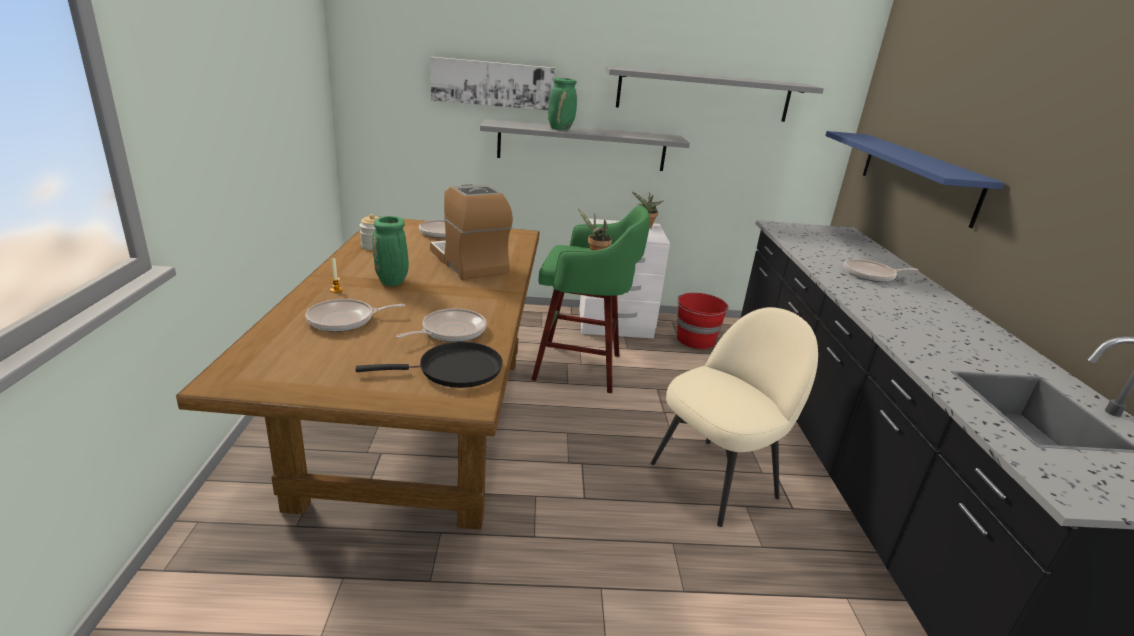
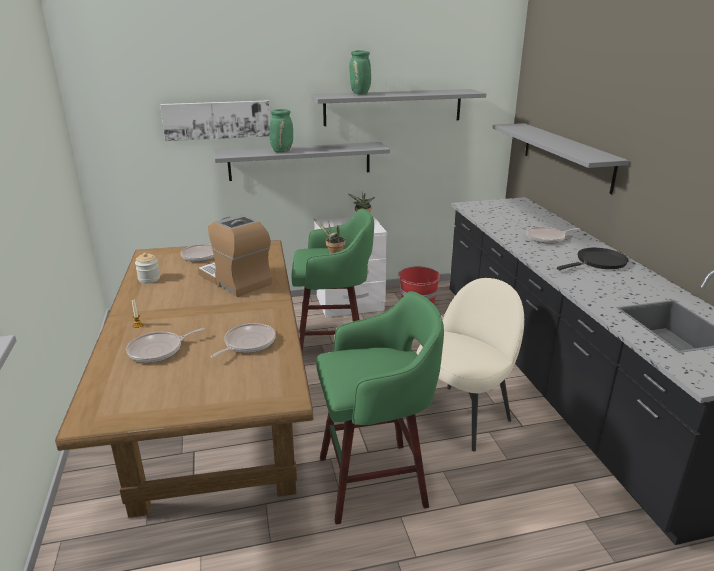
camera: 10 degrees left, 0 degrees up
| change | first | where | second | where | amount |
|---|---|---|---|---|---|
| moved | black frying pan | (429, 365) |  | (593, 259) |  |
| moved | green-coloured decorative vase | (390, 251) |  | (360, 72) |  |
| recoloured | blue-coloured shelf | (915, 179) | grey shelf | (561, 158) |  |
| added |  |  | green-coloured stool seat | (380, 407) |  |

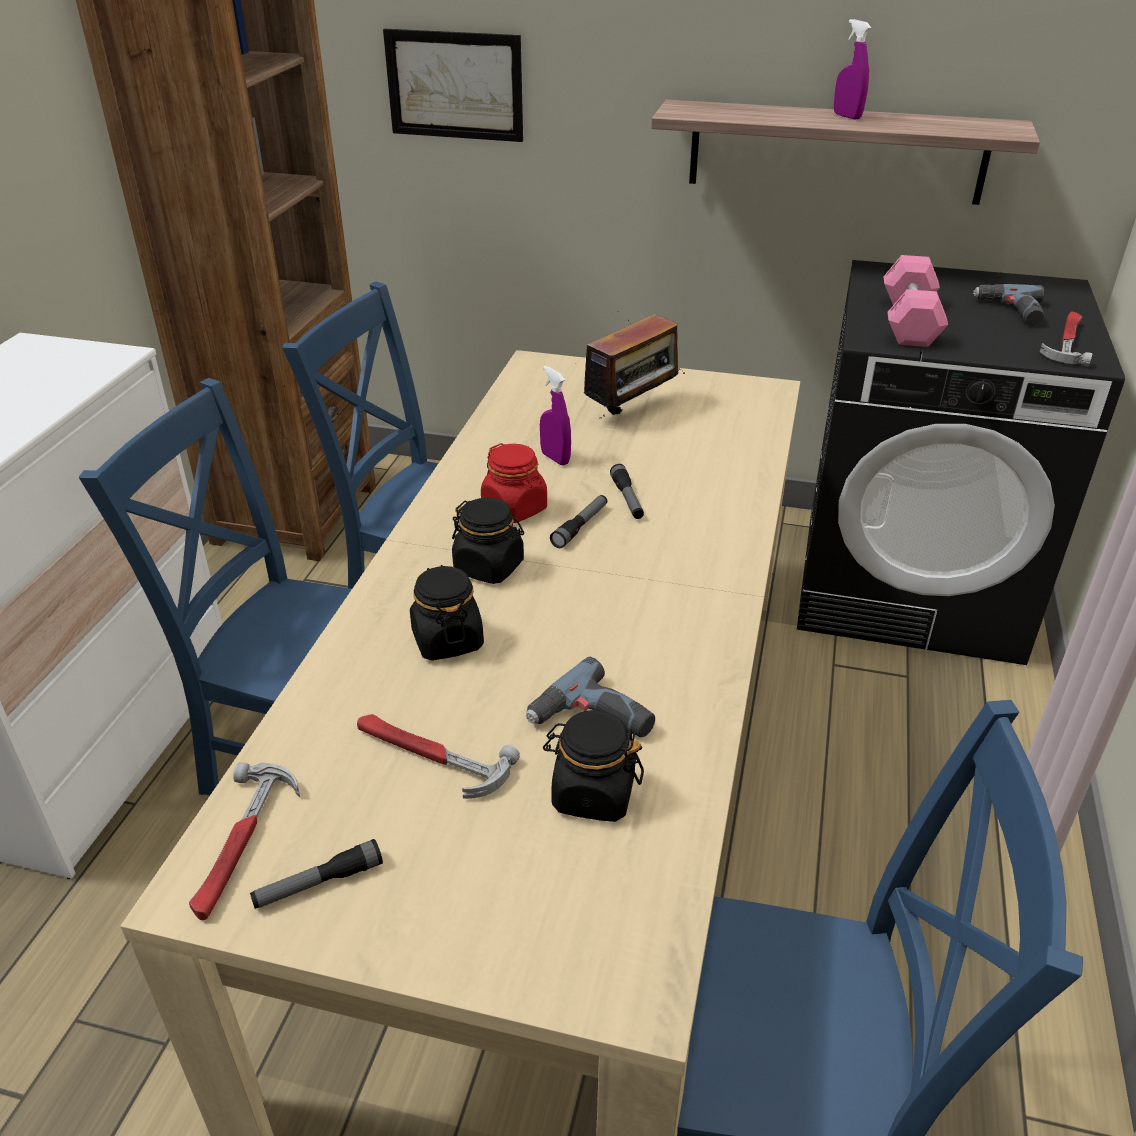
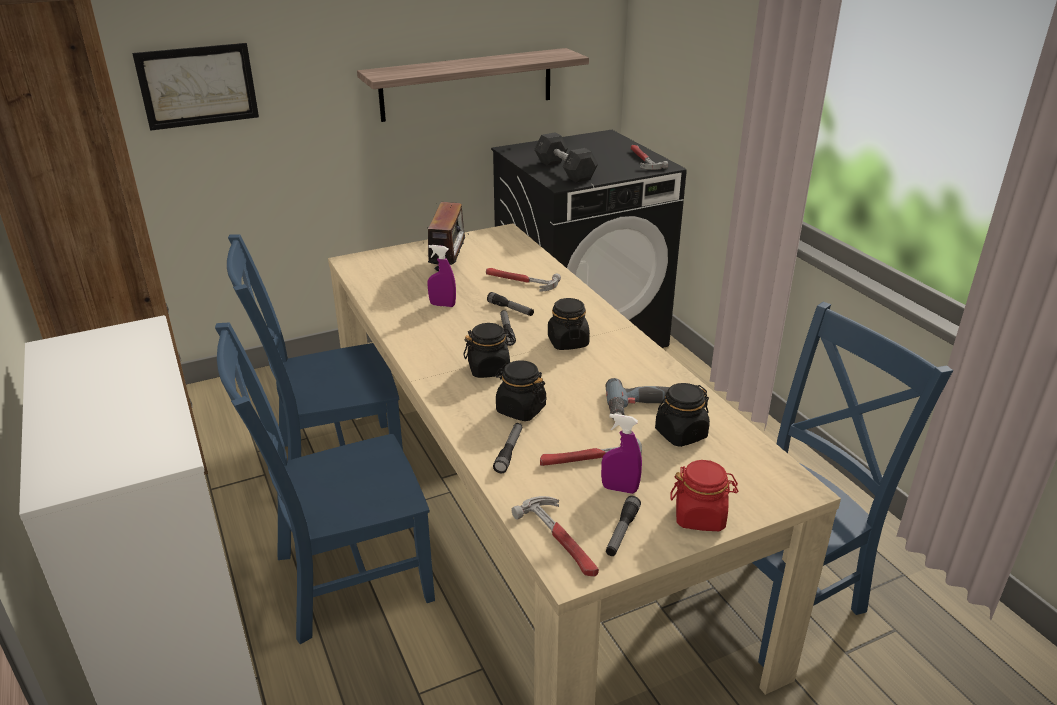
camera: 40 degrees left, 5 degrees down
| change | first | where | second | where | amount |
|---|---|---|---|---|---|
| moved | red storage jar | (514, 483) |  | (704, 495) |  |
| moved | purple hand sprayer | (852, 69) |  | (621, 454) |  |
| recoloured | pink-coloured hand weight | (915, 301) | grey hand weight | (566, 157) |  |
| removed | drill | (1008, 305) |  |  |  |
| added |  |  | hand hammer | (523, 280) |  |
| added |  |  | flashlight | (507, 448) |  |
| added |  |  | black storage jar | (569, 324) |  |

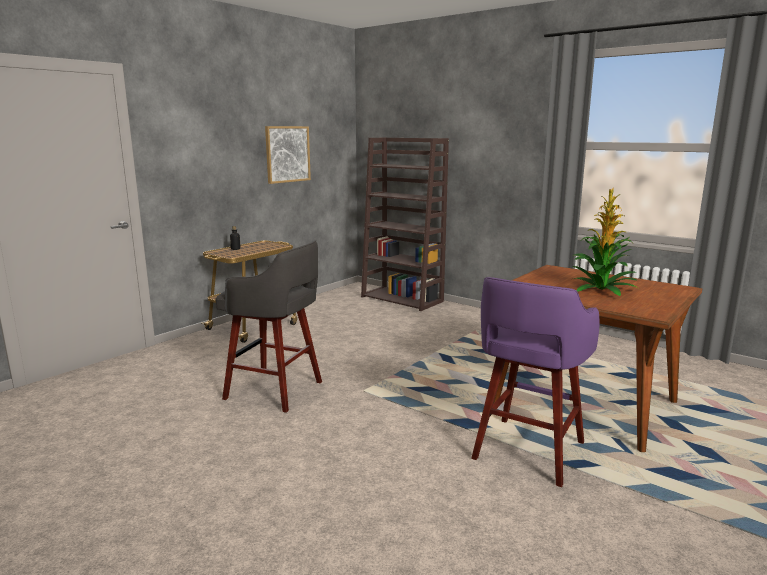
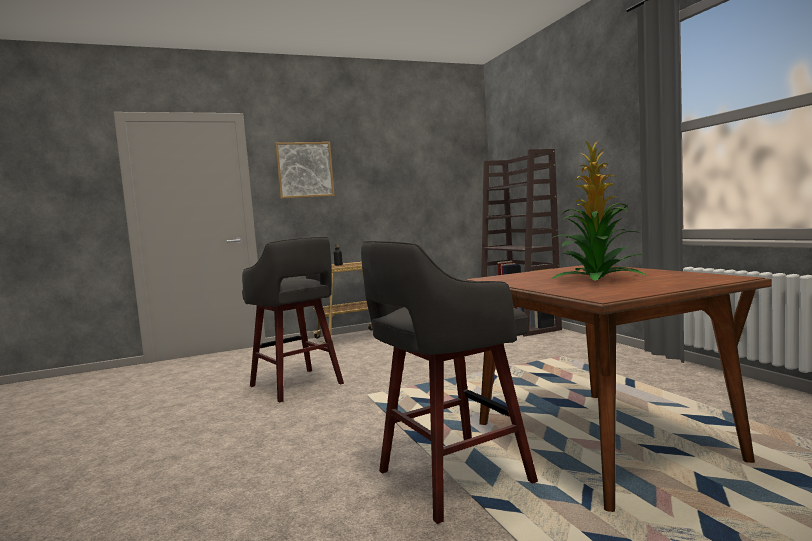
camera: 30 degrees right, 10 degrees down
| change | first | where | second | where | amount |
|---|---|---|---|---|---|
| moved | wall picture | (288, 155) |  | (305, 170) |  |
| recoloured | purple stool seat | (535, 382) | grey stool seat | (449, 382) |  |

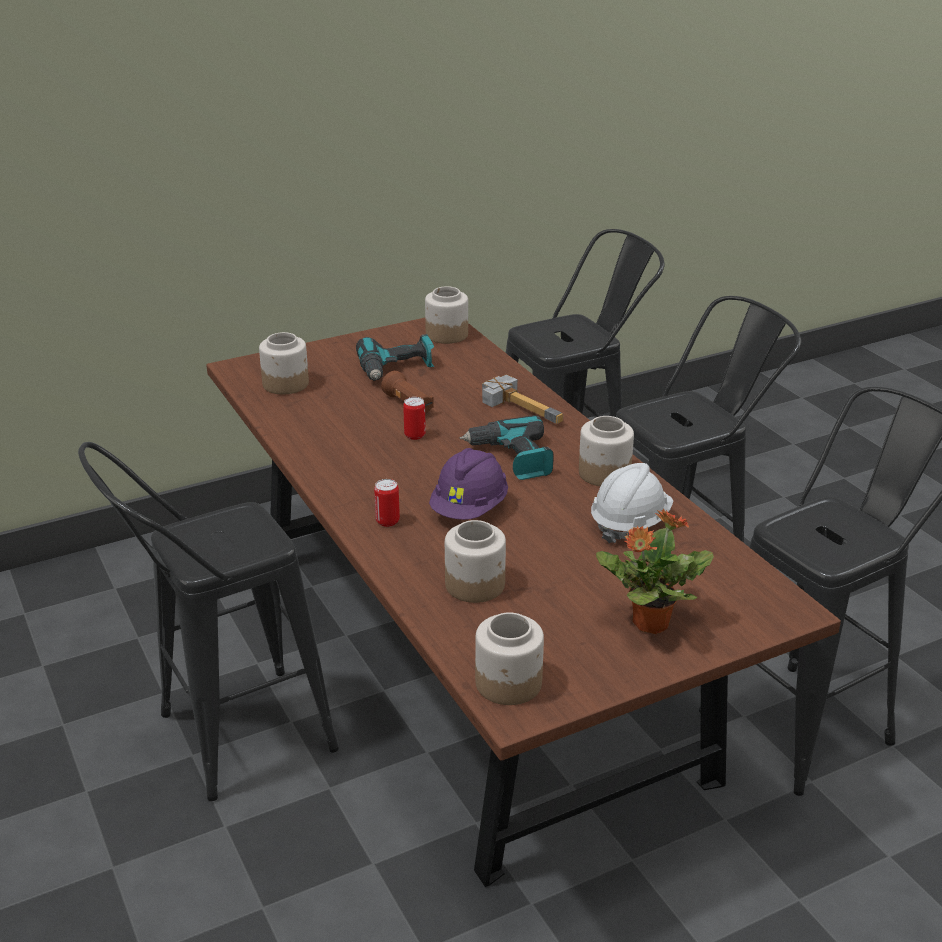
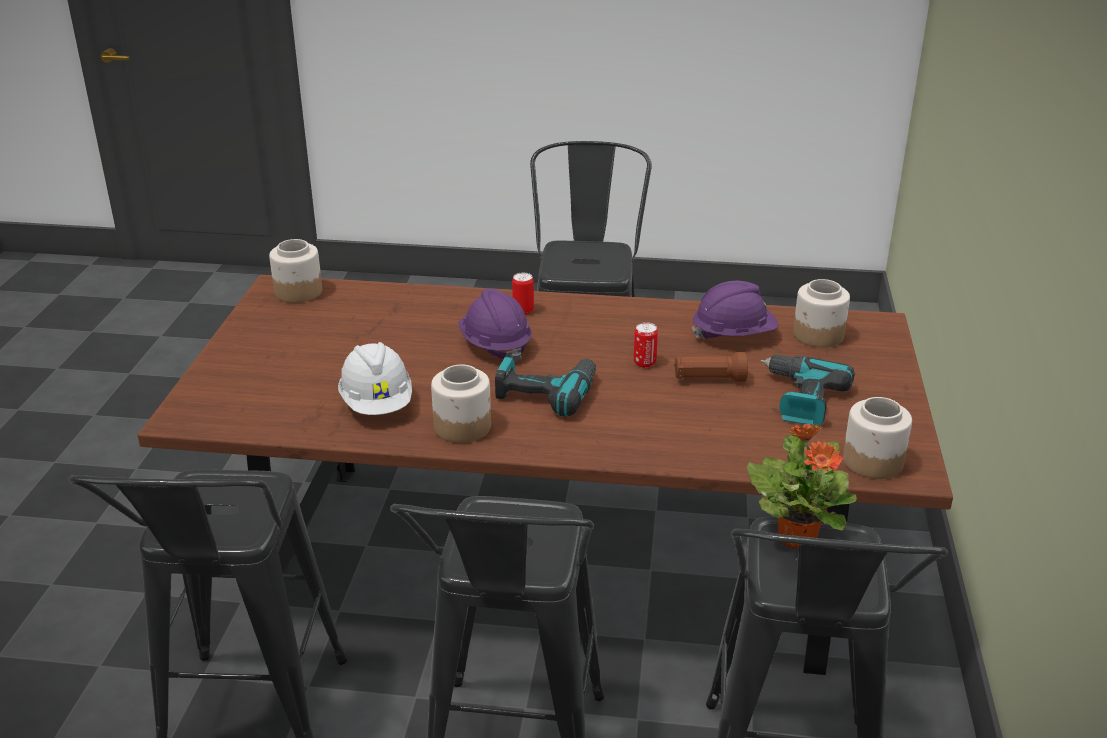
camera: 125 degrees right, 0 degrees up
| change | first | where | second | where | amount |
|---|---|---|---|---|---|
| removed | storage jar | (475, 561) |  |  |  |
| removed | hand hammer | (522, 399) |  |  |  |
| moved | houseplant | (655, 571) |  | (802, 486) |  |
| added |  |  | purple hard hat | (735, 310) |  |

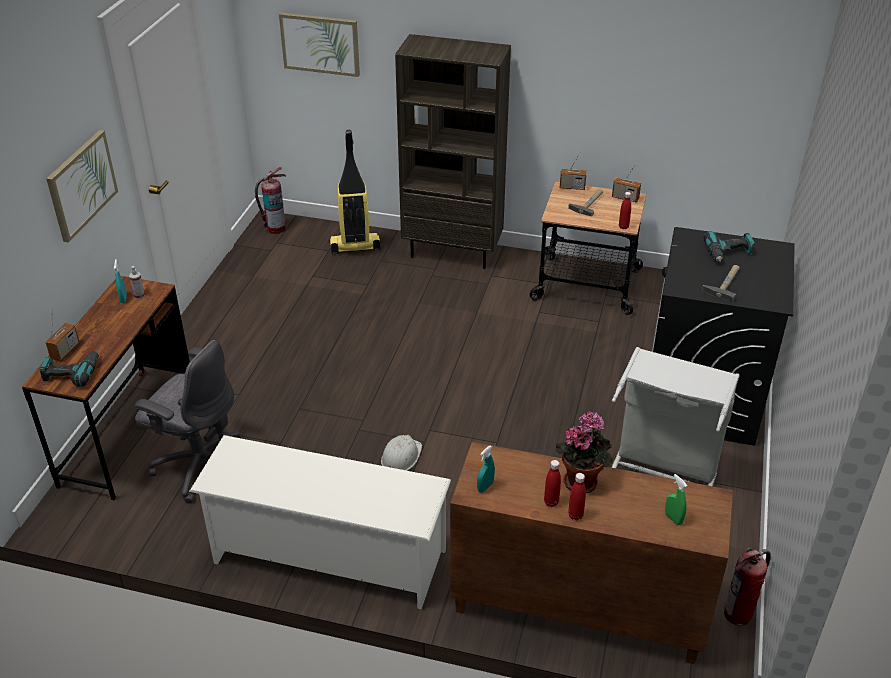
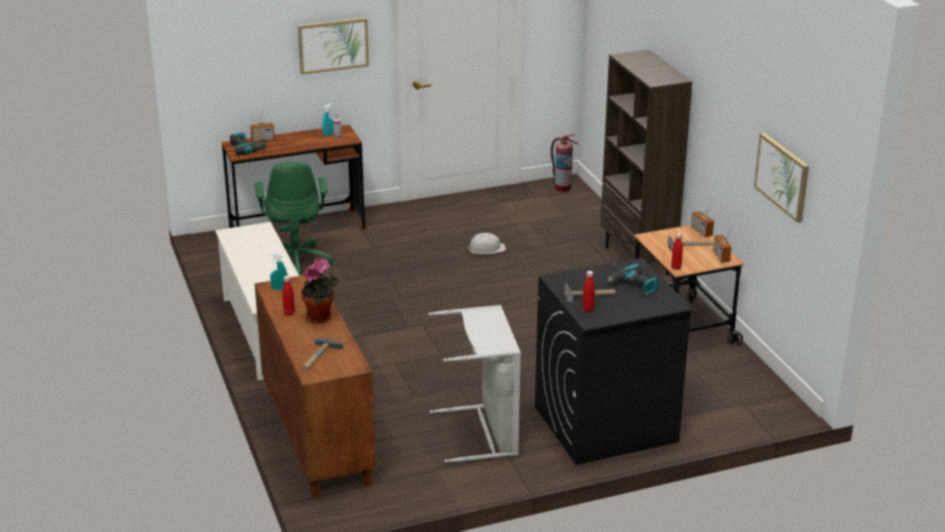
camera: 55 degrees right, 10 degrees down
| change | first | where | second | where | amount |
|---|---|---|---|---|---|
| recoloured | grey computer chair | (188, 421) | green-coloured computer chair | (294, 219) |  |
| moved | wall picture | (319, 45) |  | (781, 178) |  |
| removed | hoover | (355, 192) |  |  |  |
| moved | white-coloured hard hat | (401, 453) |  | (486, 244) |  |
| moved | red drink bottle | (577, 496) |  | (588, 291) |  |
| replaced | green-coloured hand sprayer | (676, 499) | hand hammer | (322, 353) |  |
| removed | extinguisher | (747, 587) |  |  |  |

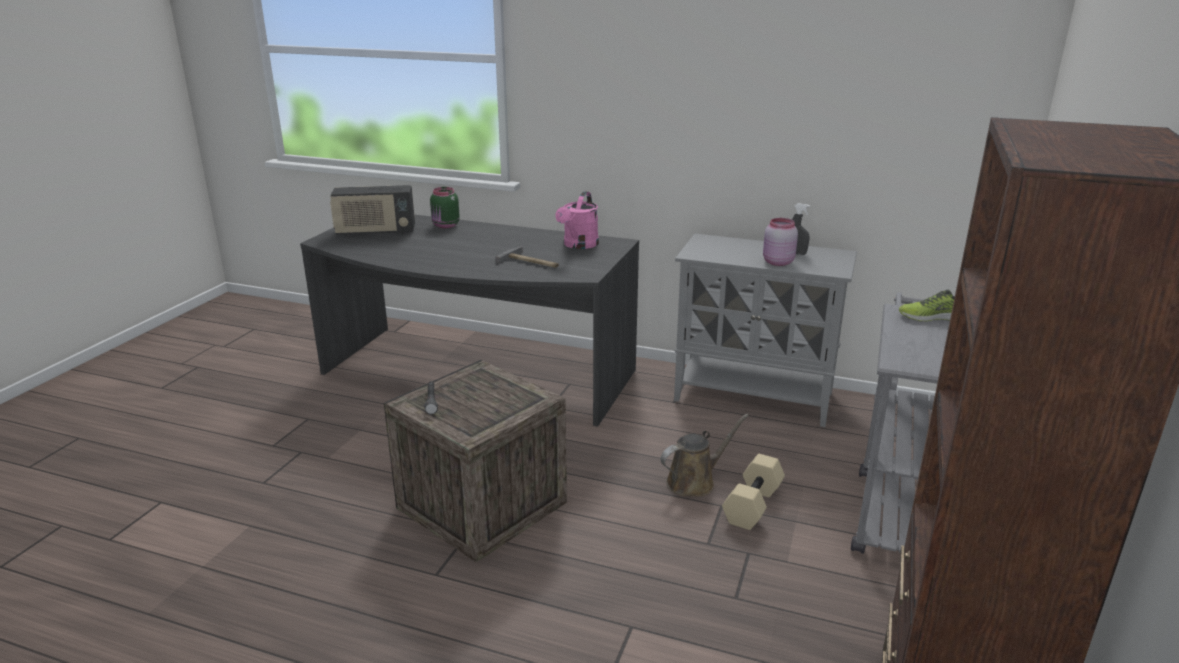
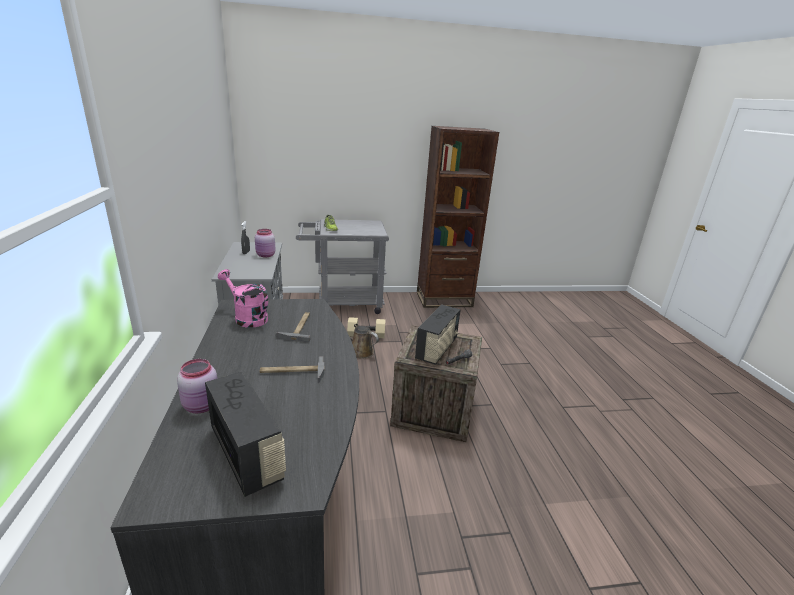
camera: 120 degrees left, 0 degrees up
| change | first | where | second | where | amount |
|---|---|---|---|---|---|
| recoloured | green-coloured storage jar | (445, 207) | pink-coloured storage jar | (197, 386) |  |
| turned | pink-coloured watering pot | (577, 220) |  | (243, 298) | 135 degrees counterclockwise |
| added |  |  | hand hammer | (292, 369) |  |
| added |  |  | radio receiver | (438, 334) |  |

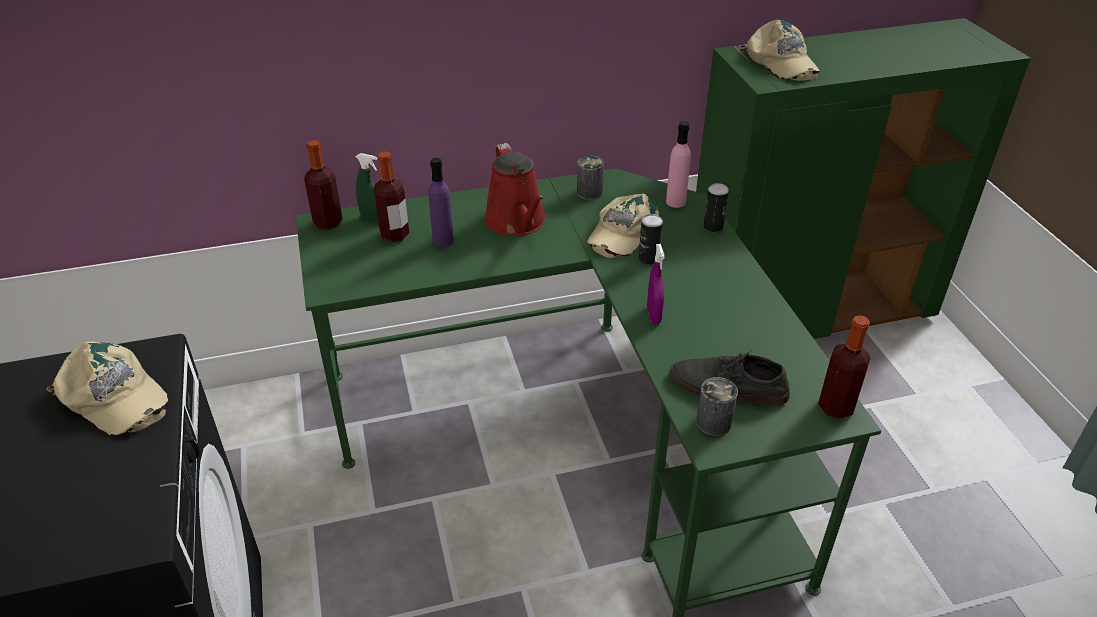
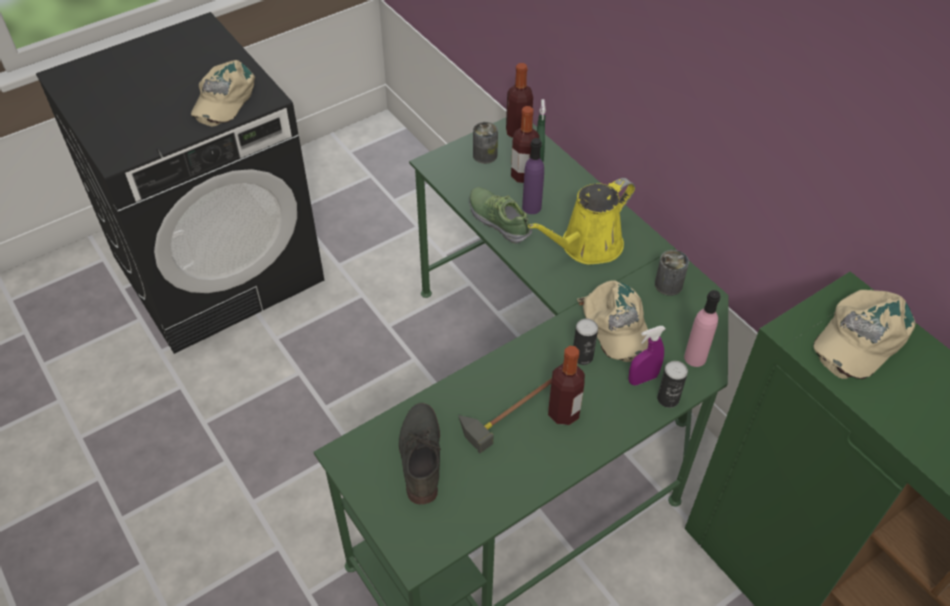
camera: 70 degrees right, 10 degrees up
| change | first | where | second | where | amount |
|---|---|---|---|---|---|
| recoloured | red watering pot | (515, 189) | yellowish watering pot | (581, 221) |  |
| turned | sand-coloured cap | (623, 226) |  | (613, 321) | 120 degrees counterclockwise |
| moved | purple hand sprayer | (656, 284) |  | (646, 355) |  |
| moved | can | (717, 406) |  | (485, 143) |  |
| moved | drink bottle | (844, 367) |  | (566, 385) |  |
| added |  |  | hand hammer | (505, 416) |  |
| added |  |  | shoe | (500, 215) |  |

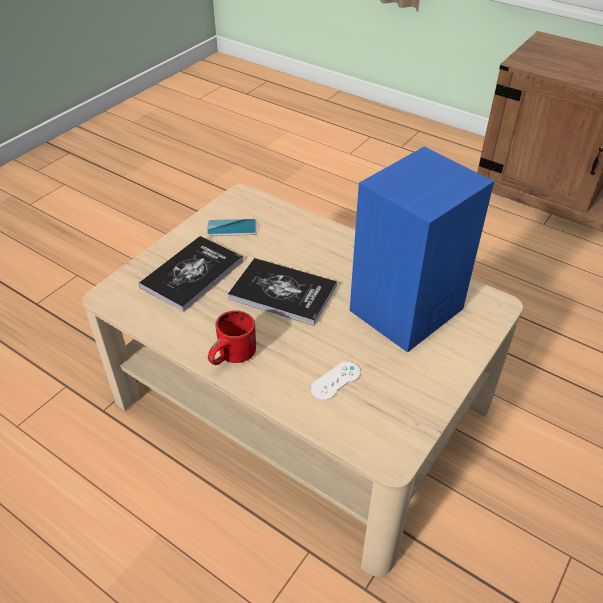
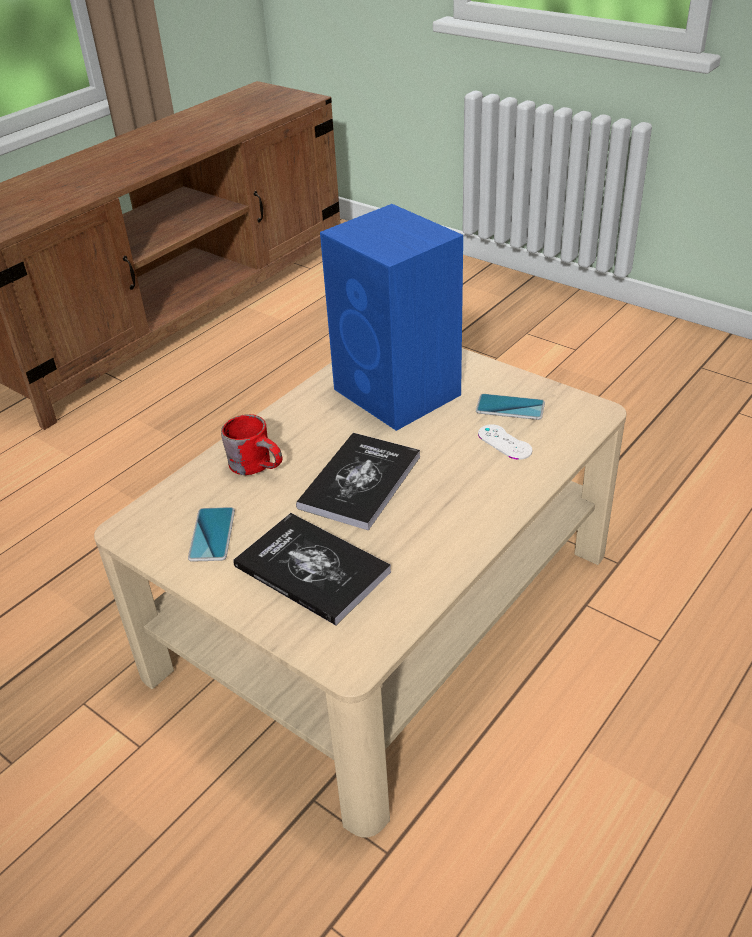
camera: 85 degrees left, 5 degrees down
| change | first | where | second | where | amount |
|---|---|---|---|---|---|
| moved | red mug | (232, 337) |  | (251, 444) |  |
| added |  |  | telephone | (510, 407) |  |

